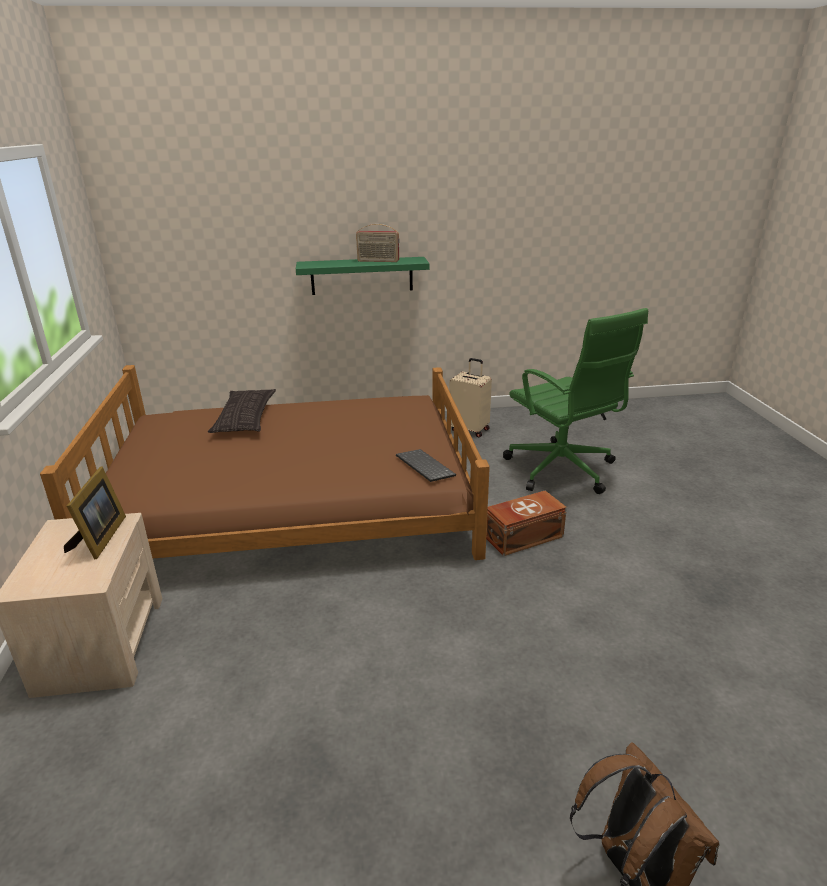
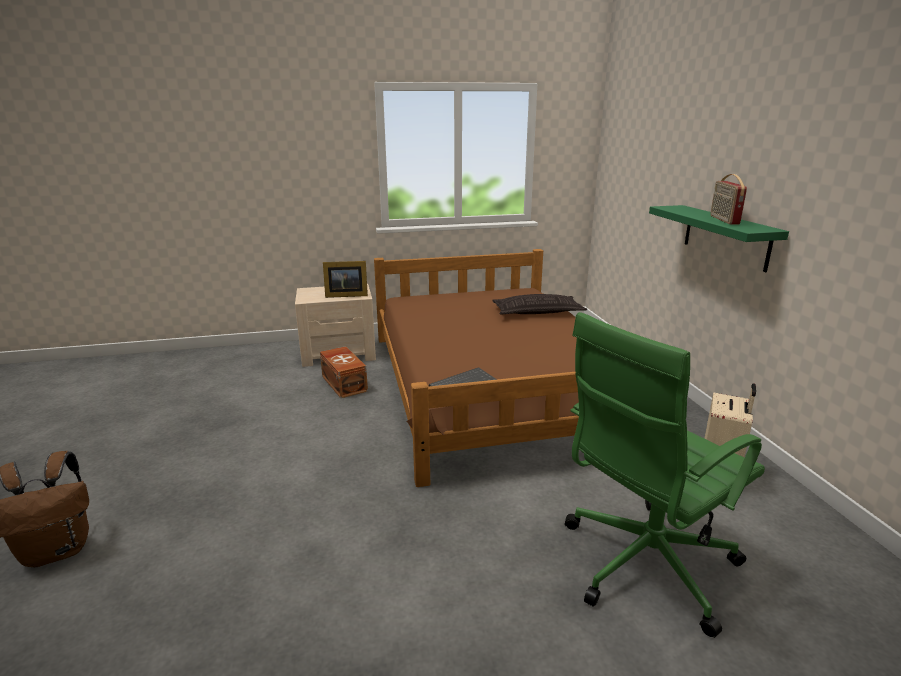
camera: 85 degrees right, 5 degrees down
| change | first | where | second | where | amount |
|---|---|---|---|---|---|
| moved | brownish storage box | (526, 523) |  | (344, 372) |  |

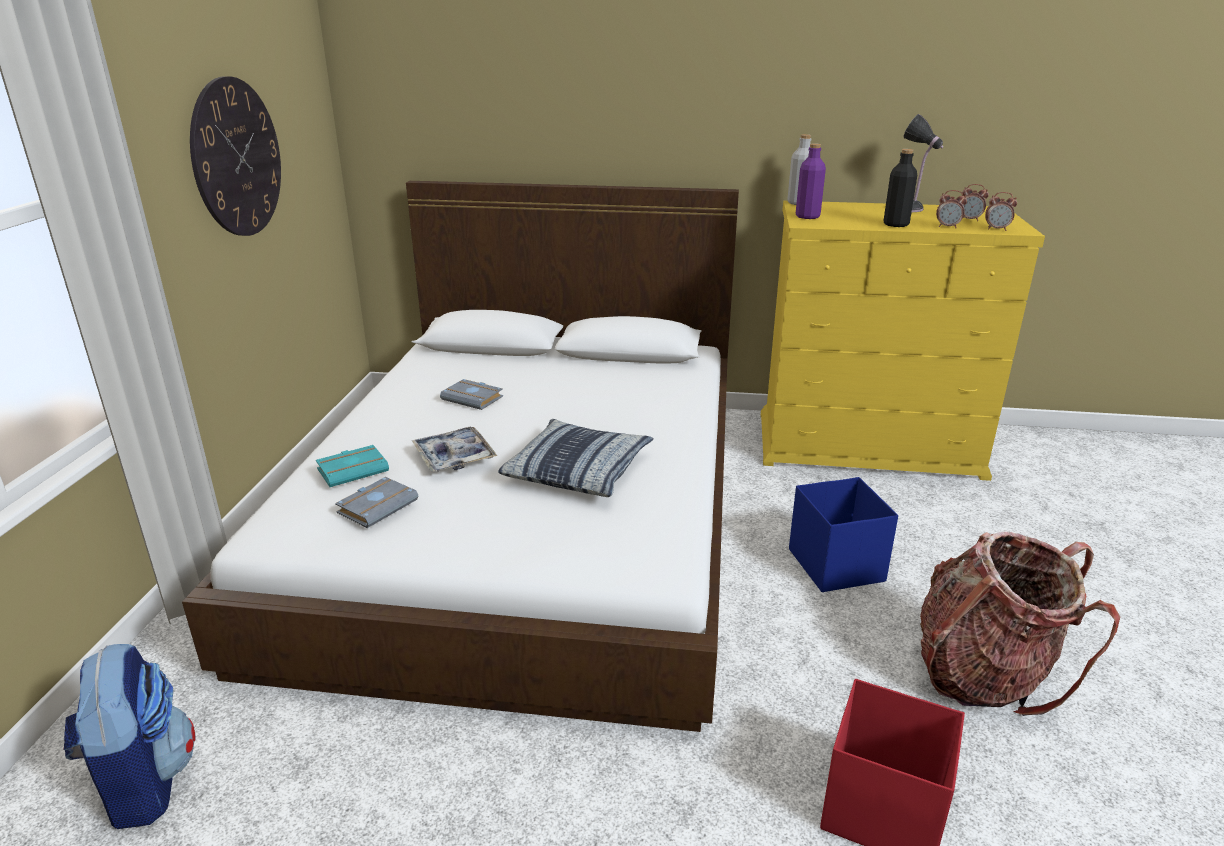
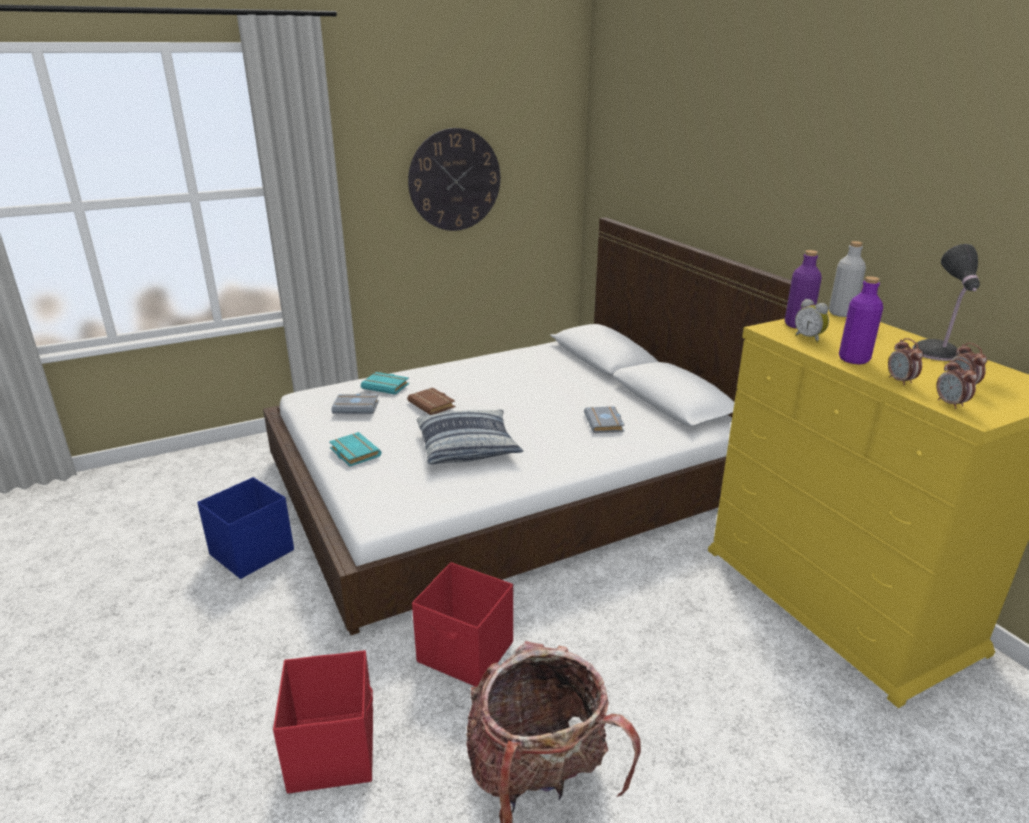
camera: 55 degrees right, 0 degrees up
| change | first | where | second | where | amount |
|---|---|---|---|---|---|
| removed | knapsack | (129, 736) |  |  |  |
| replaced | carrying tray | (454, 449) | brownish book | (431, 401) |  |
| moved | grey book | (471, 394) |  | (604, 419) |  |
| moved | blue-coloured storage box | (843, 534) |  | (245, 528) |  |
| recoloured | black drink bottle | (900, 188) | purple drink bottle | (861, 320) |  |
| added |  |  | turquoise-coloured book | (355, 449) |  |
| added |  |  | red storage box | (462, 624) |  |
| added |  |  | bedside clock | (812, 321) |  |

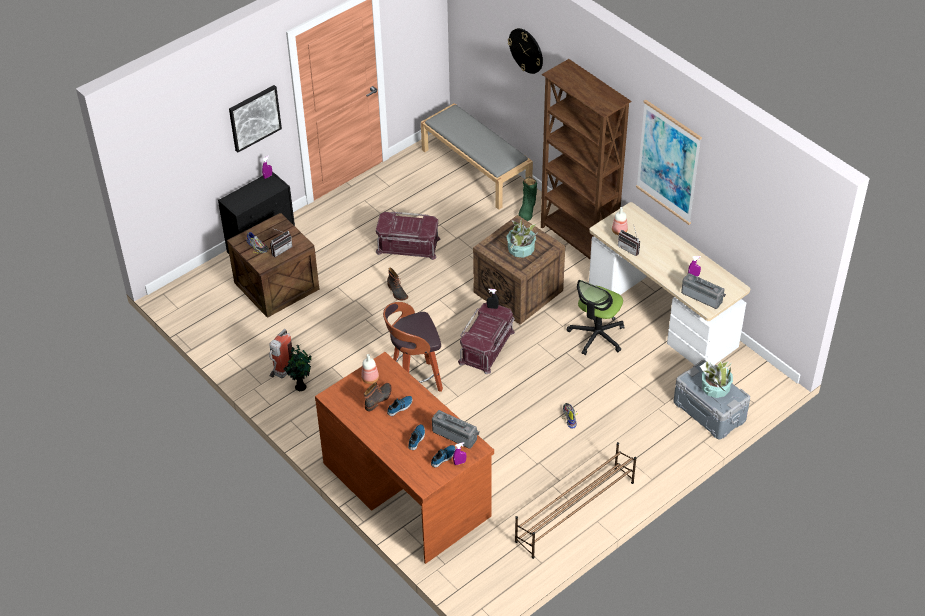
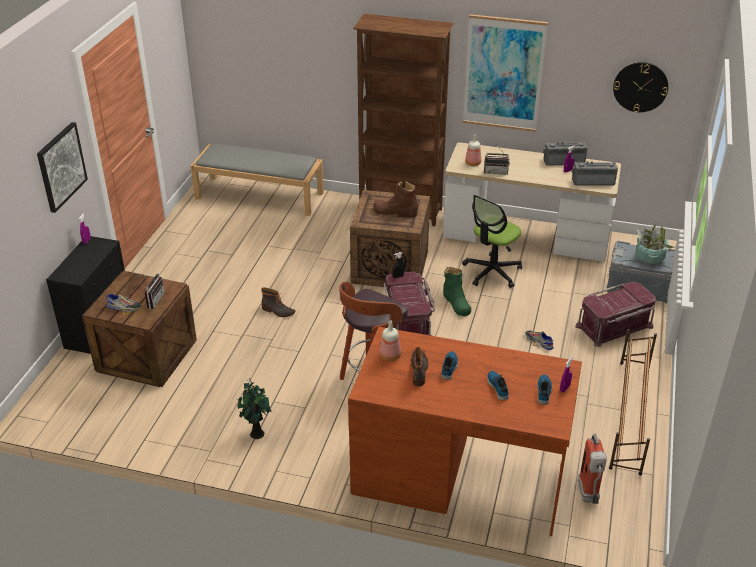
camera: 35 degrees left, 10 degrees down
| change | first | where | second | where | amount |
|---|---|---|---|---|---|
| moved | extinguisher | (281, 353) |  | (592, 468) |  |
| moved | red storage box | (408, 236) |  | (615, 314) |  |
| moved | radio receiver | (456, 429) |  | (565, 153) |  |
| replaced | houseplant | (522, 239) | brownish tall boot | (395, 199) |  |
| moved | clock on the wall | (525, 51) |  | (640, 87) |  |
| moved | green-coloured tall boot | (527, 199) |  | (457, 291) |  |
| turned | computer chair | (595, 317) |  | (492, 241) | 45 degrees clockwise |

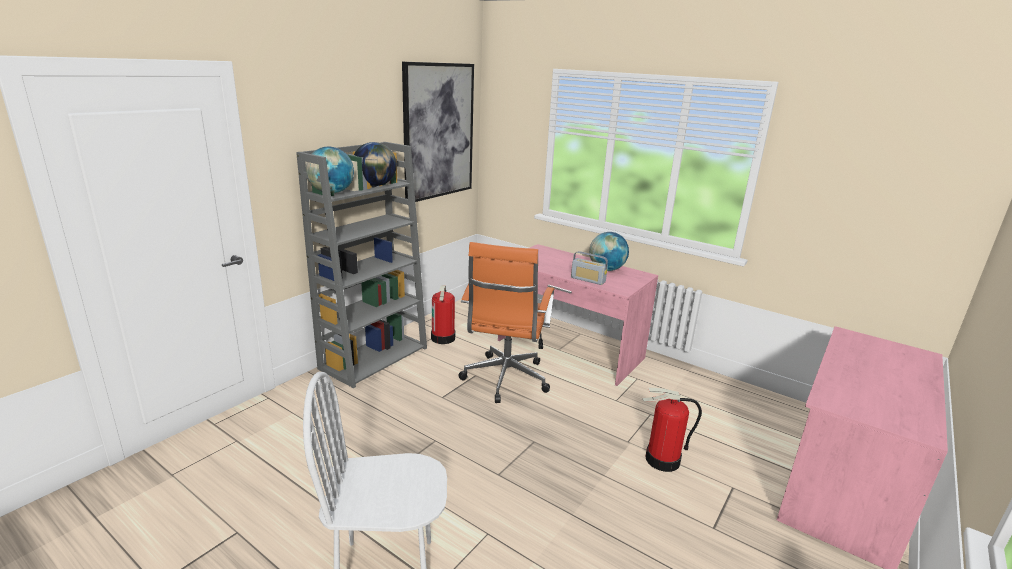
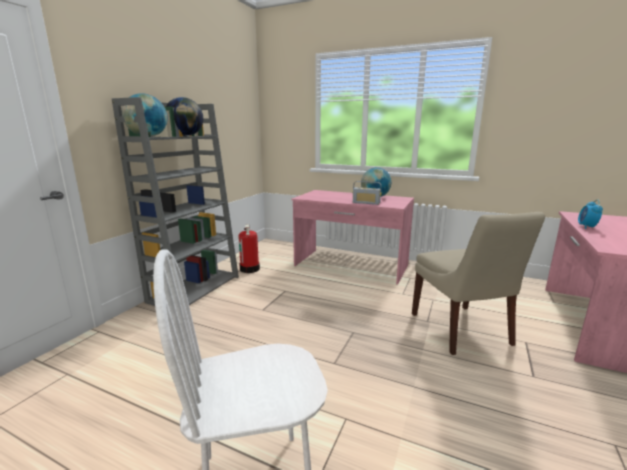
camera: 10 degrees left, 5 degrees down
| change | first | where | second | where | amount |
|---|---|---|---|---|---|
| removed | wall picture | (438, 132) |  |  |  |
| removed | orange-coloured computer chair | (506, 322) |  |  |  |
| replaced | extinguisher | (672, 430) | sand-coloured chair | (478, 283) |  |
| added |  |  | bedside clock | (590, 214) |  |

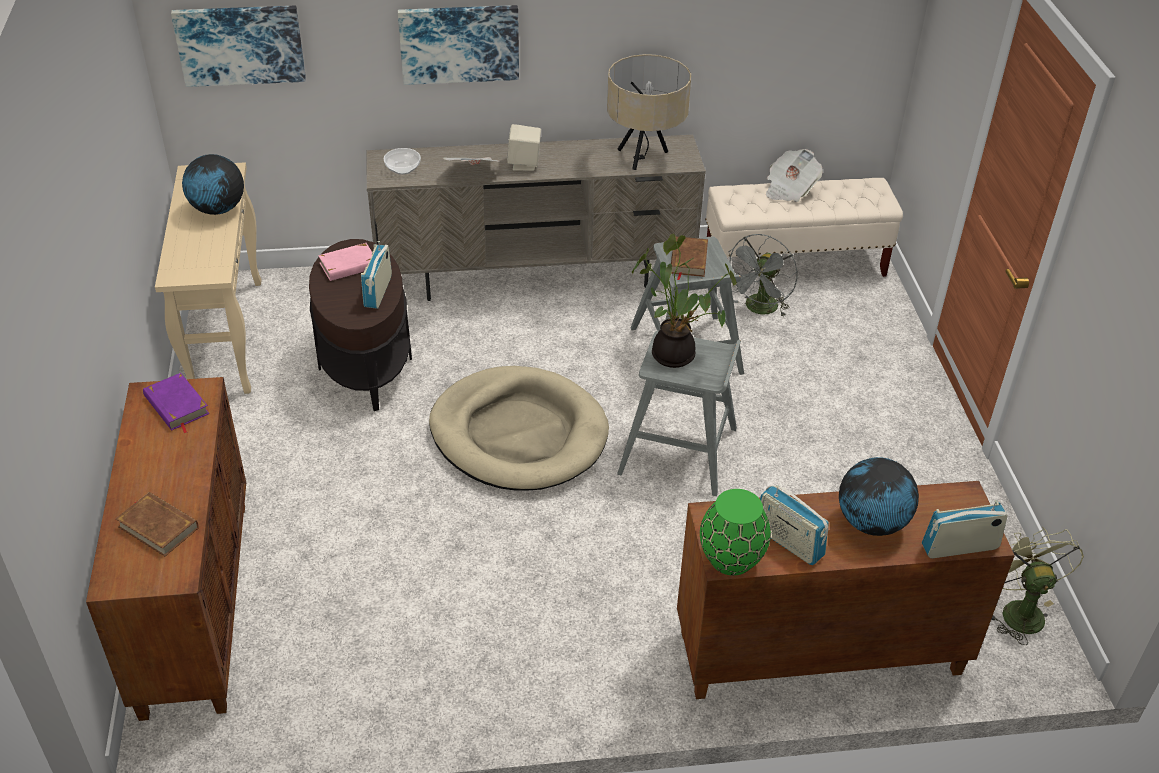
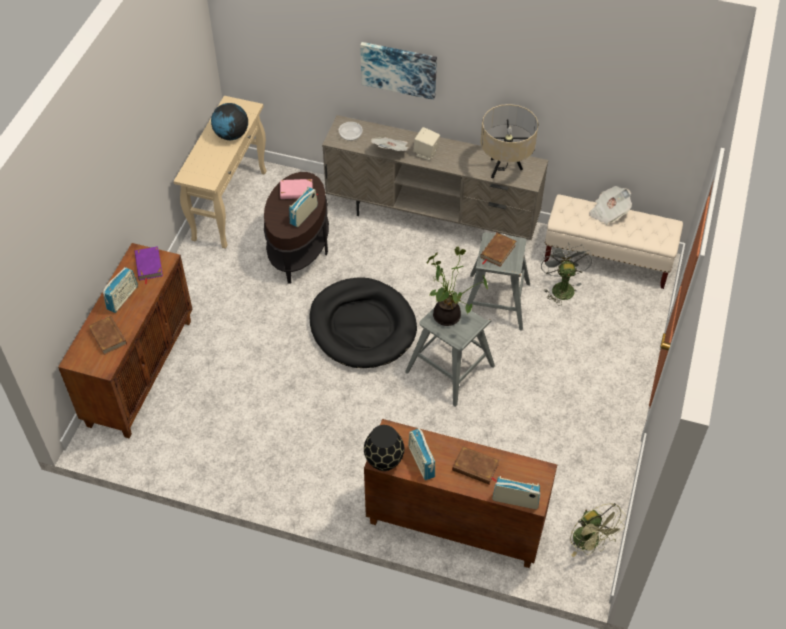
camera: 25 degrees right, 10 degrees up
| change | first | where | second | where | amount |
|---|---|---|---|---|---|
| removed | wall picture | (238, 46) |  |  |  |
| recoloured | sand-coloured dog bed | (519, 428) | black dog bed | (363, 323) |  |
| recoloured | green-coloured decorative vase | (735, 532) | black decorative vase | (384, 448) |  |
| turned | grey fan | (763, 275) |  | (566, 274) | 120 degrees clockwise |
| replaced | world globe | (879, 496) | brownish book | (475, 465) |  |
| turned | green-coloured fan | (1037, 586) |  | (598, 530) | 135 degrees clockwise |
| added |  |  | radio receiver | (120, 290) |  |

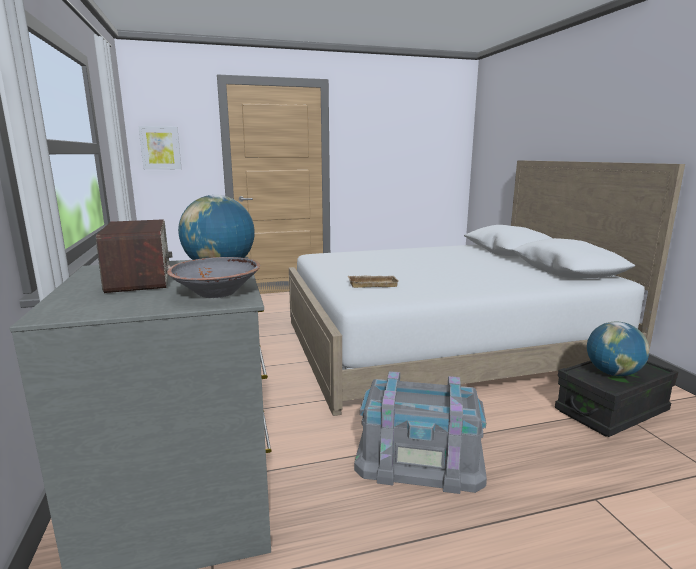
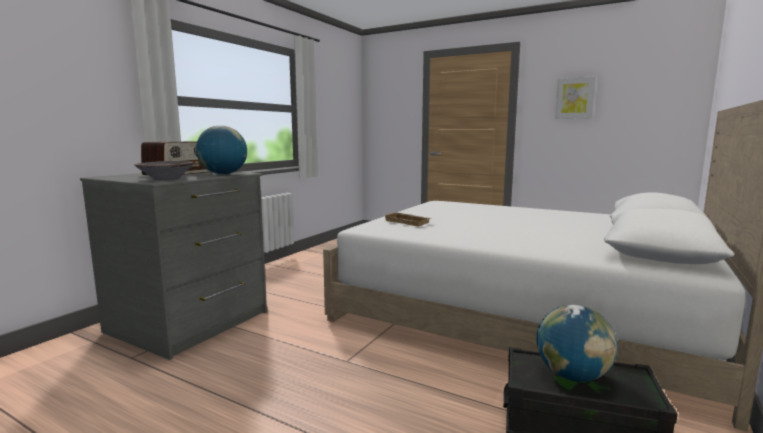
camera: 45 degrees right, 5 degrees down
| change | first | where | second | where | amount |
|---|---|---|---|---|---|
| moved | wall picture | (160, 148) |  | (575, 98) |  |
| removed | grey storage box | (420, 432) |  |  |  |

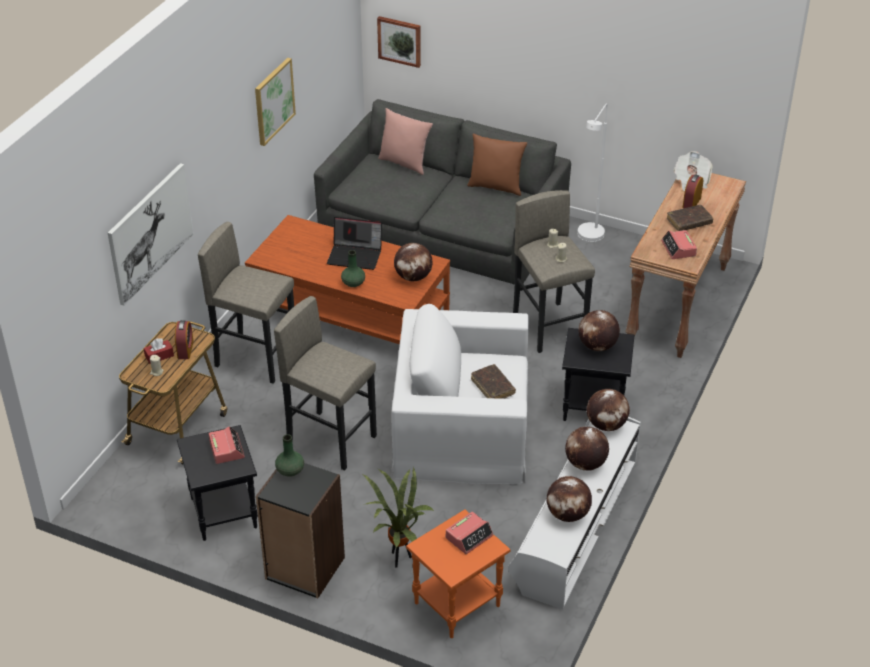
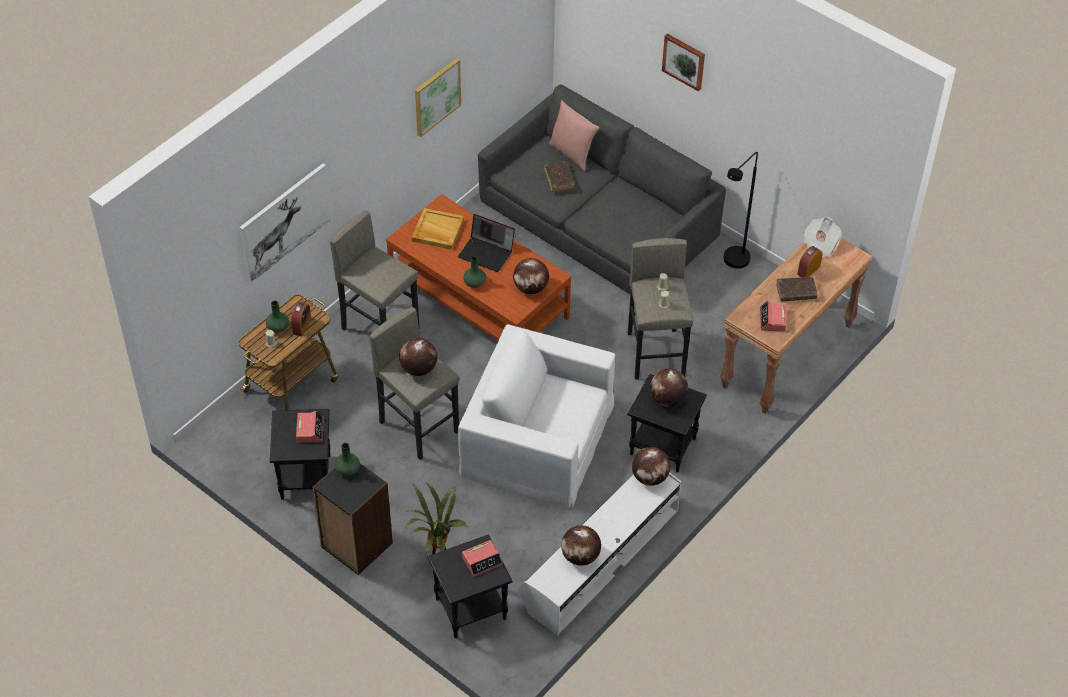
camera: 15 degrees right, 10 degrees up
| change | first | where | second | where | amount |
|---|---|---|---|---|---|
| replaced | red tissue holder | (159, 351) | green-coloured decorative vase | (277, 316) |  |
| moved | wall picture | (399, 42) |  | (683, 63) |  |
| recoloured | orange-coloured side table | (458, 573) | black side table | (470, 586) |  |
| removed | brownish throw pillow | (497, 164) |  |  |  |
| moved | brownish book | (493, 381) |  | (559, 177) |  |
| moved | world globe | (587, 448) |  | (418, 357) |  |
| recoloured | white-coloured standing lamp | (592, 173) | black standing lamp | (741, 210) |  |
| added |  |  | sand-coloured carrying tray | (438, 229) |  |

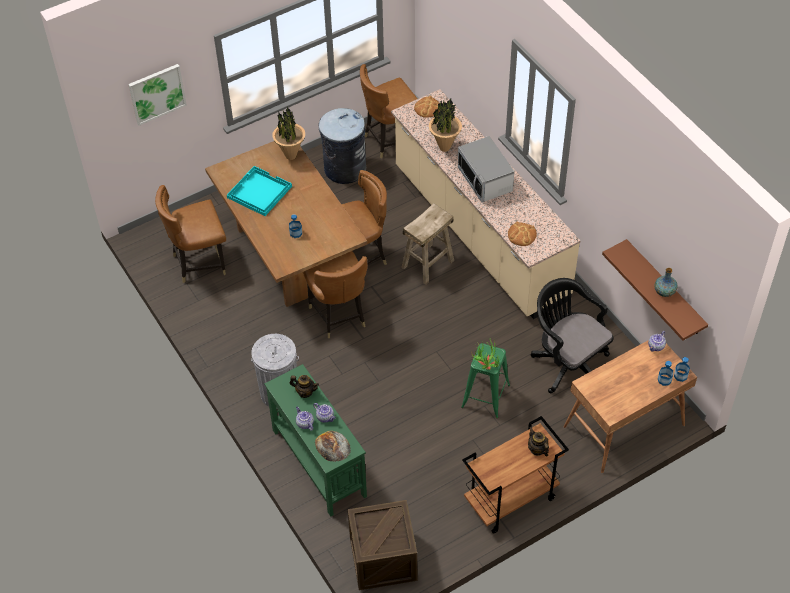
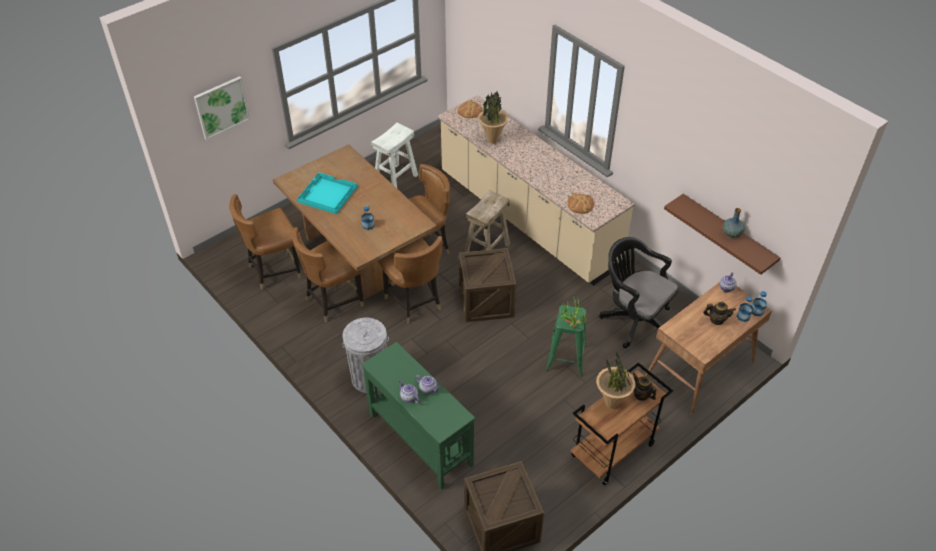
camera: 10 degrees left, 5 degrees down
| change | first | where | second | where | amount |
|---|---|---|---|---|---|
| moved | houseplant | (288, 133) |  | (615, 380) |  |
| moved | teapot | (304, 386) |  | (719, 313) |  |
| removed | baked bread | (333, 446) |  |  |  |
| replaced | grey trash can | (342, 146) | white-coloured stool seat | (394, 155) |  |
| moved | brownish chair | (389, 111) |  | (328, 274) |  |
| removed | kitchen microwave | (486, 169) |  |  |  |
| added |  |  | crate | (487, 285) |  |

